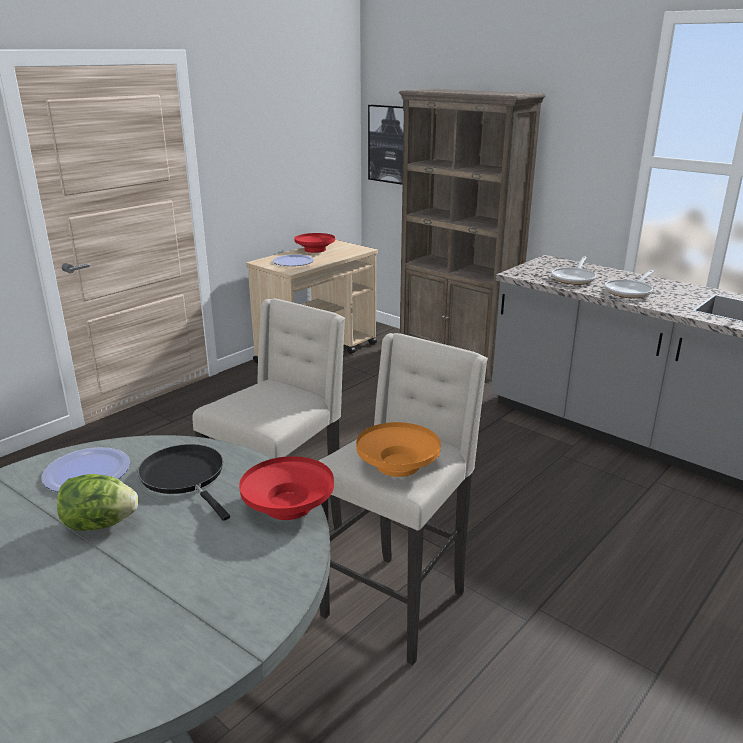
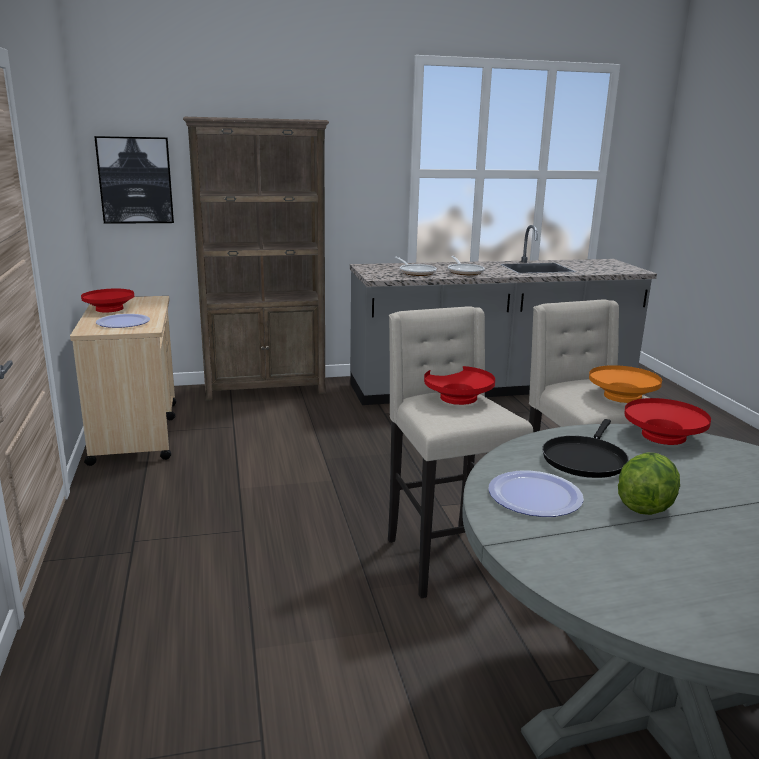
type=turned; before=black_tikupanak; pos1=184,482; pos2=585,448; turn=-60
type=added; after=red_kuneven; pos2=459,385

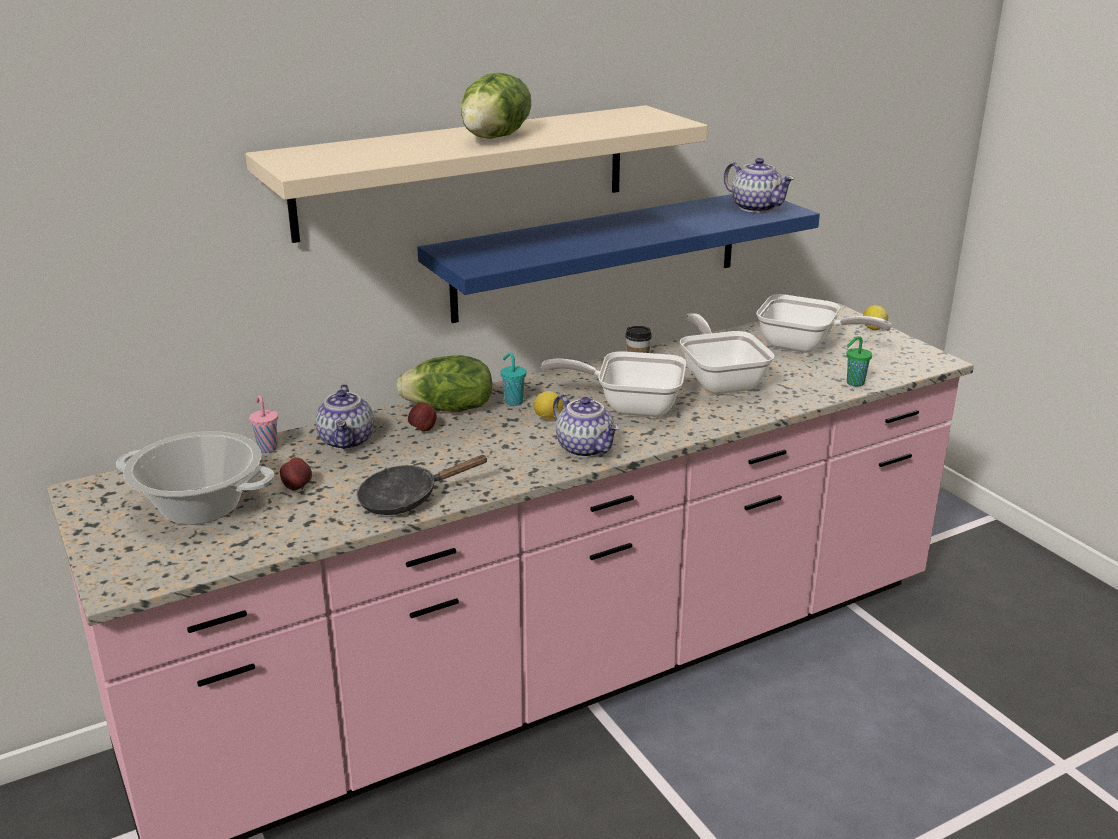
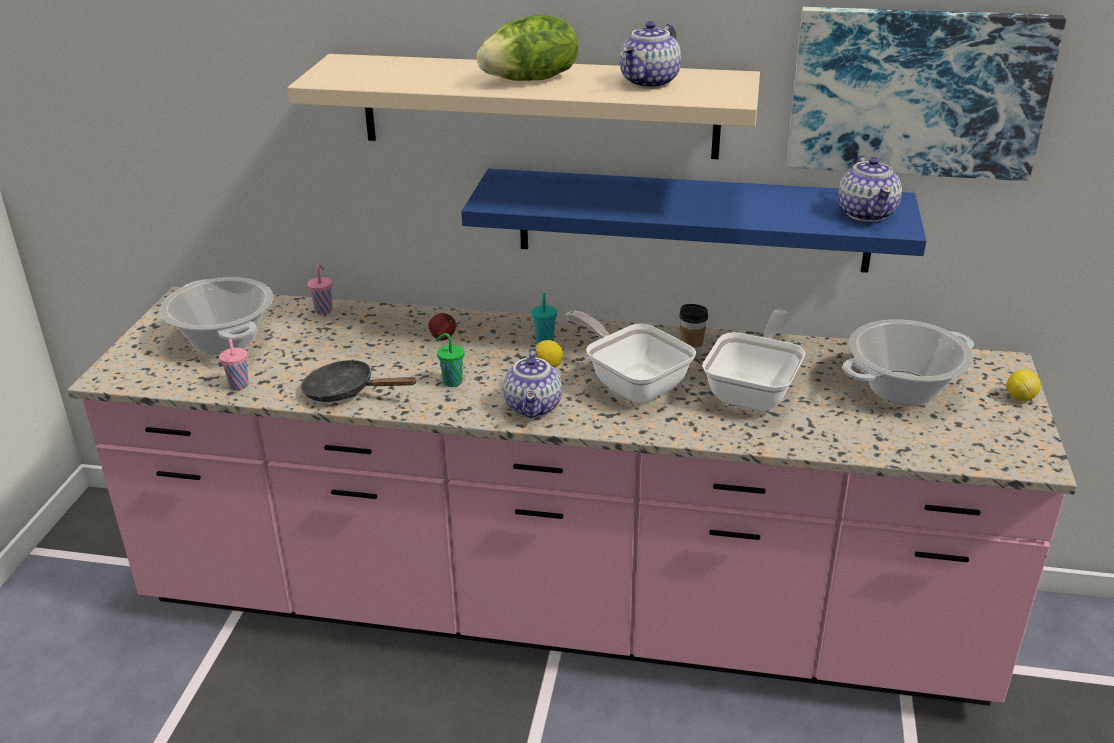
type=replaced; before=tikupanak; after=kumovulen; pos1=824,323; pos2=908,362
type=moved; before=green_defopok; pos1=859,361; pos2=450,360
type=removed; before=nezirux; pos1=444,383
type=moved; before=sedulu; pos1=344,417; pos2=650,55
type=removed; before=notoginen; pos1=296,473
type=added; after=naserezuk; pos2=926,94
type=added; after=pink_defopok; pos2=234,364

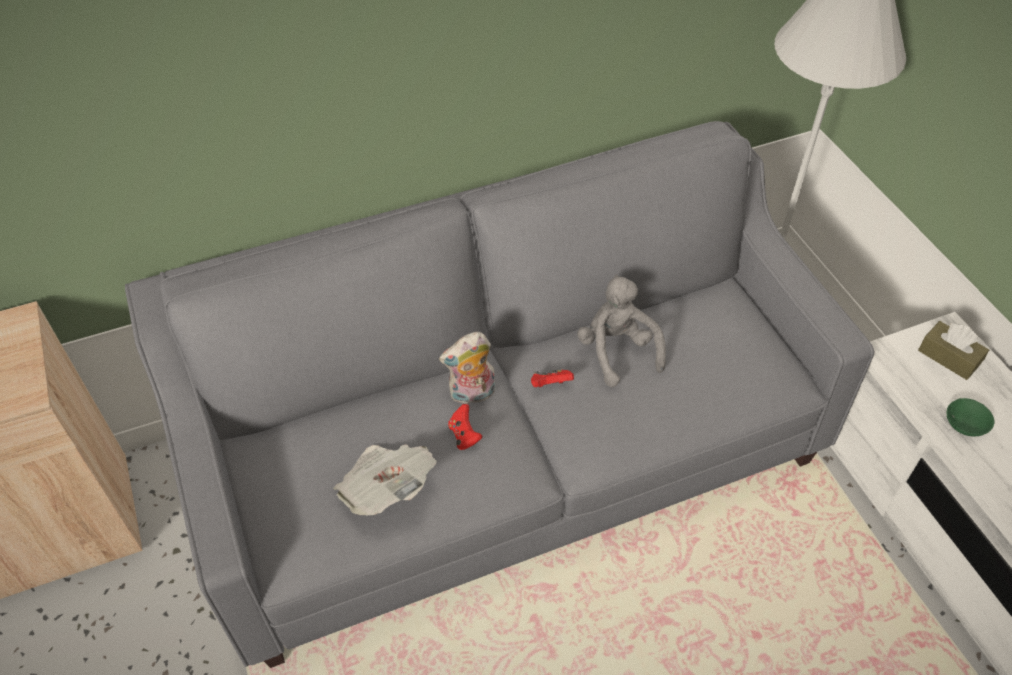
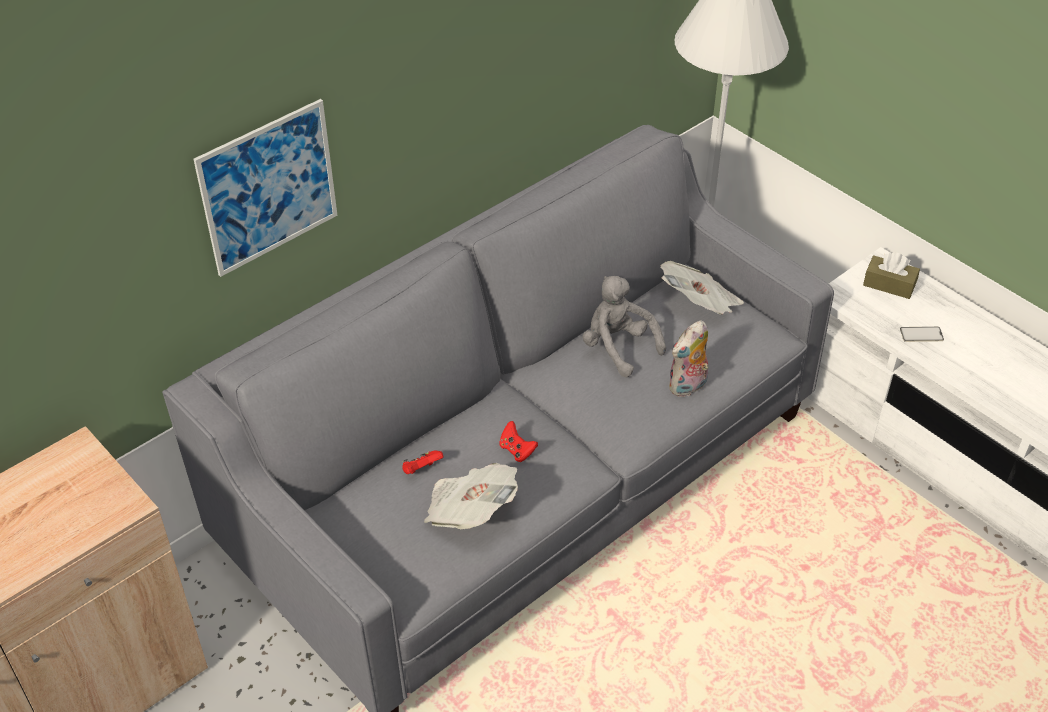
type=moved; before=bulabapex; pos1=467,368; pos2=689,359
type=moved; before=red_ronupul; pos1=552,378; pos2=423,462
type=replaced; before=green_kuneven; after=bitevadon; pos1=971,417; pos2=922,334
type=added; after=naserezuk; pos2=265,188
type=added; after=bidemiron; pos2=702,288

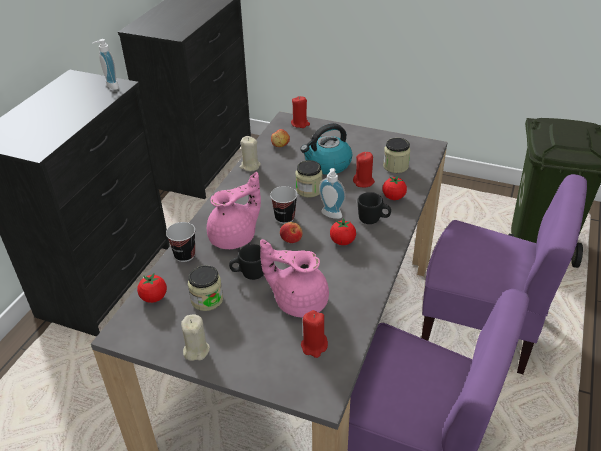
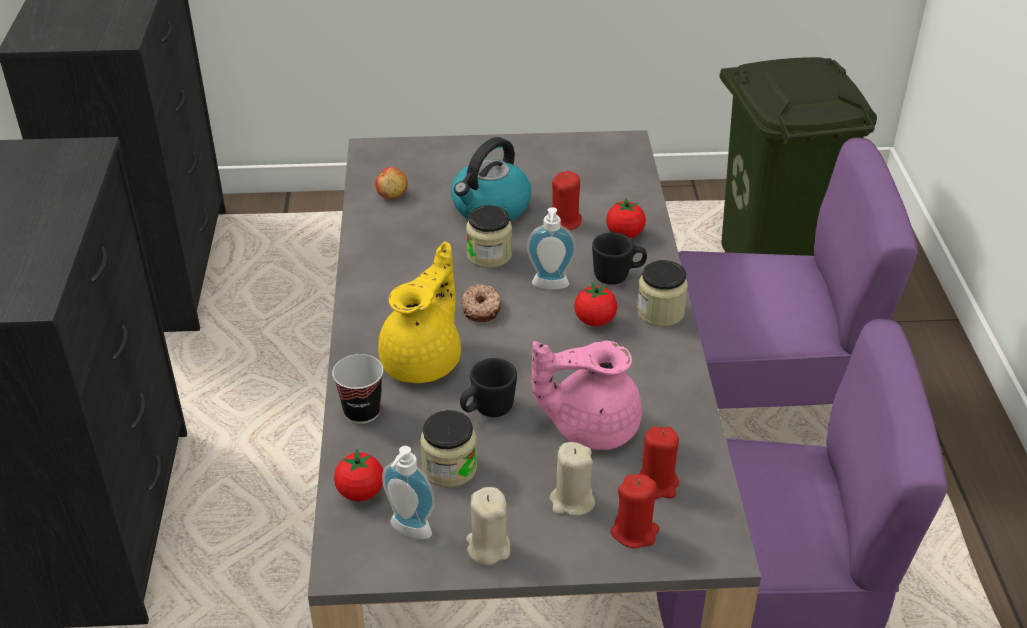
type=moved; before=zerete; pos1=105,64; pos2=408,492
type=moved; before=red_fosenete; pos1=300,112; pos2=635,511
type=moved; before=beige_fosenete; pos1=250,153; pos2=572,479
type=moved; before=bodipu; pos1=396,155; pos2=662,293
type=recoloured; before=pink_sedulu; after=yellow_sedulu; pos1=234,210; pos2=419,312
type=replaced; before=defopok; after=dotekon; pos1=284,205; pos2=481,303
type=removed; before=notoginen; pos1=291,232

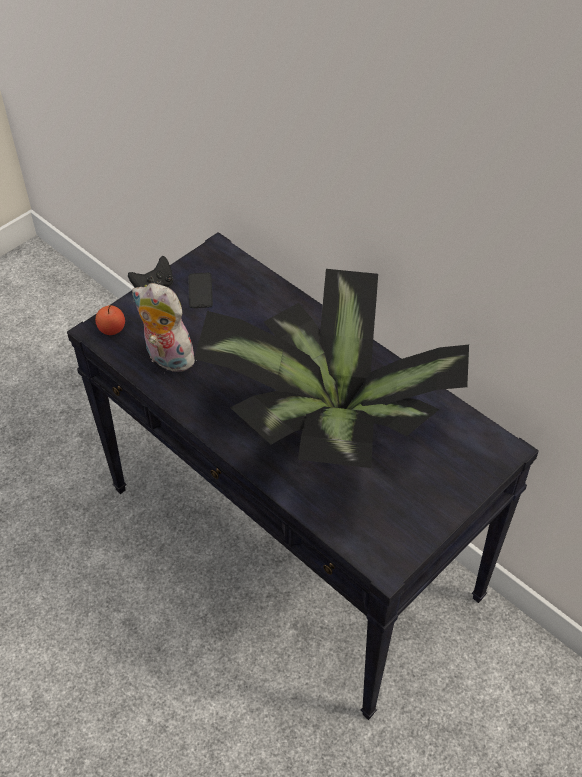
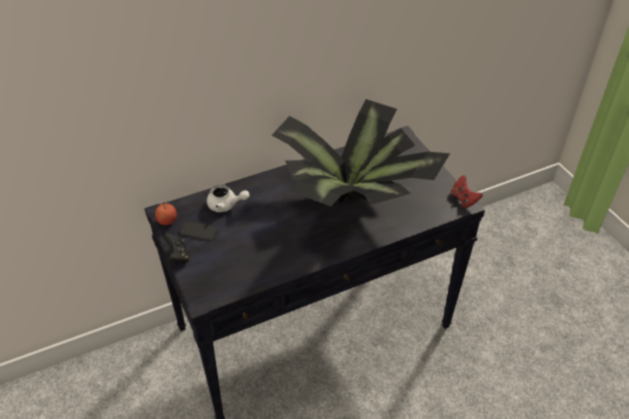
type=removed; before=bulabapex; pos1=164,327
type=moved; before=notoginen; pos1=110,320; pos2=166,213
type=added; after=red_ronupul; pos2=467,191
type=added; after=white_sedulu; pos2=228,198

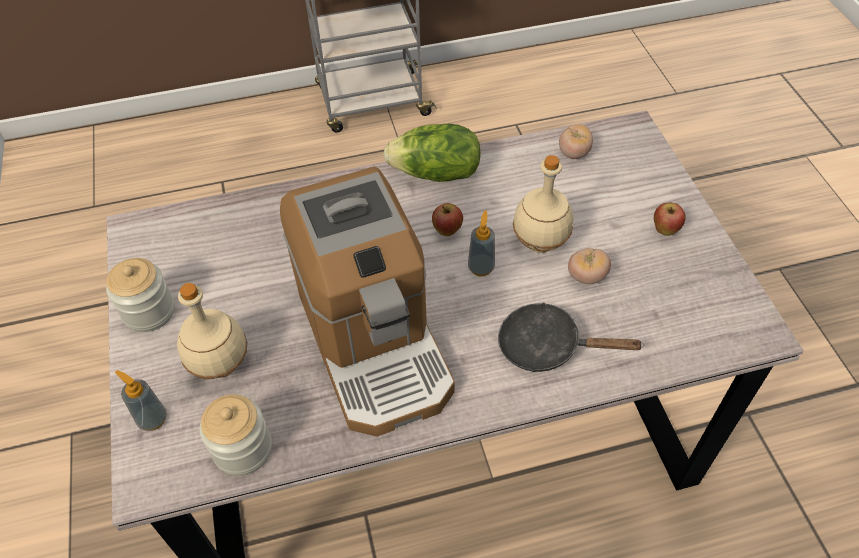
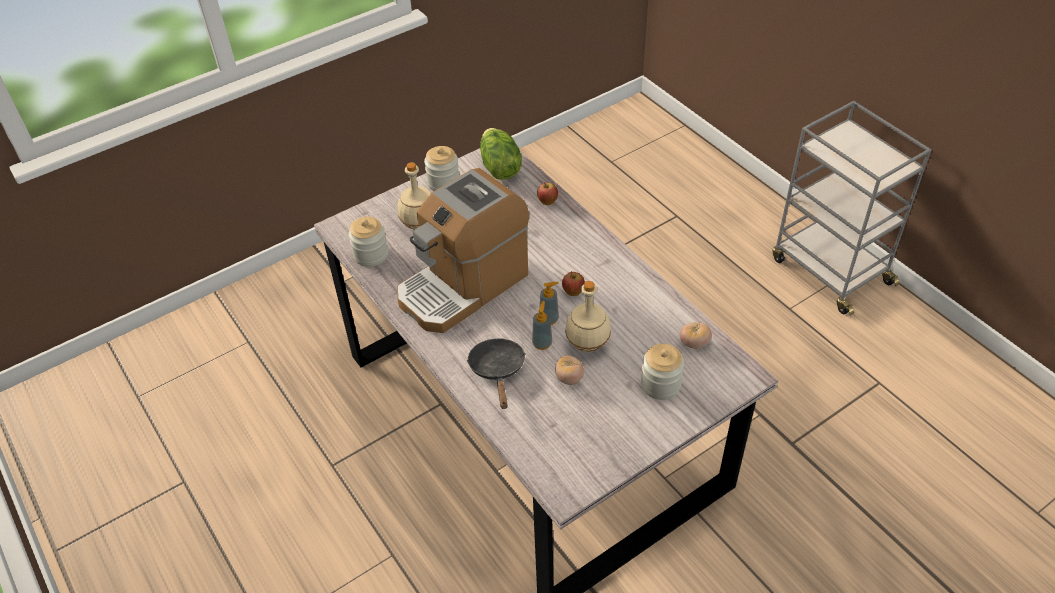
type=moved; before=nezirux; pos1=432,153; pos2=501,154
type=moved; before=notoginen; pos1=670,219; pos2=547,193
type=moved; before=zerete; pos1=141,400; pos2=542,325
type=added; after=bodipu; pos2=662,372

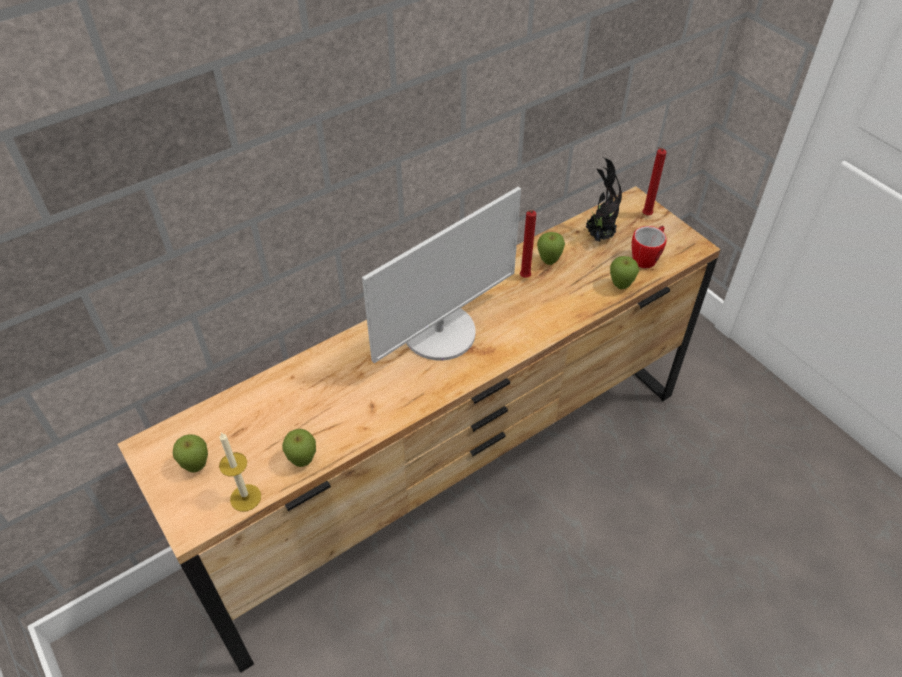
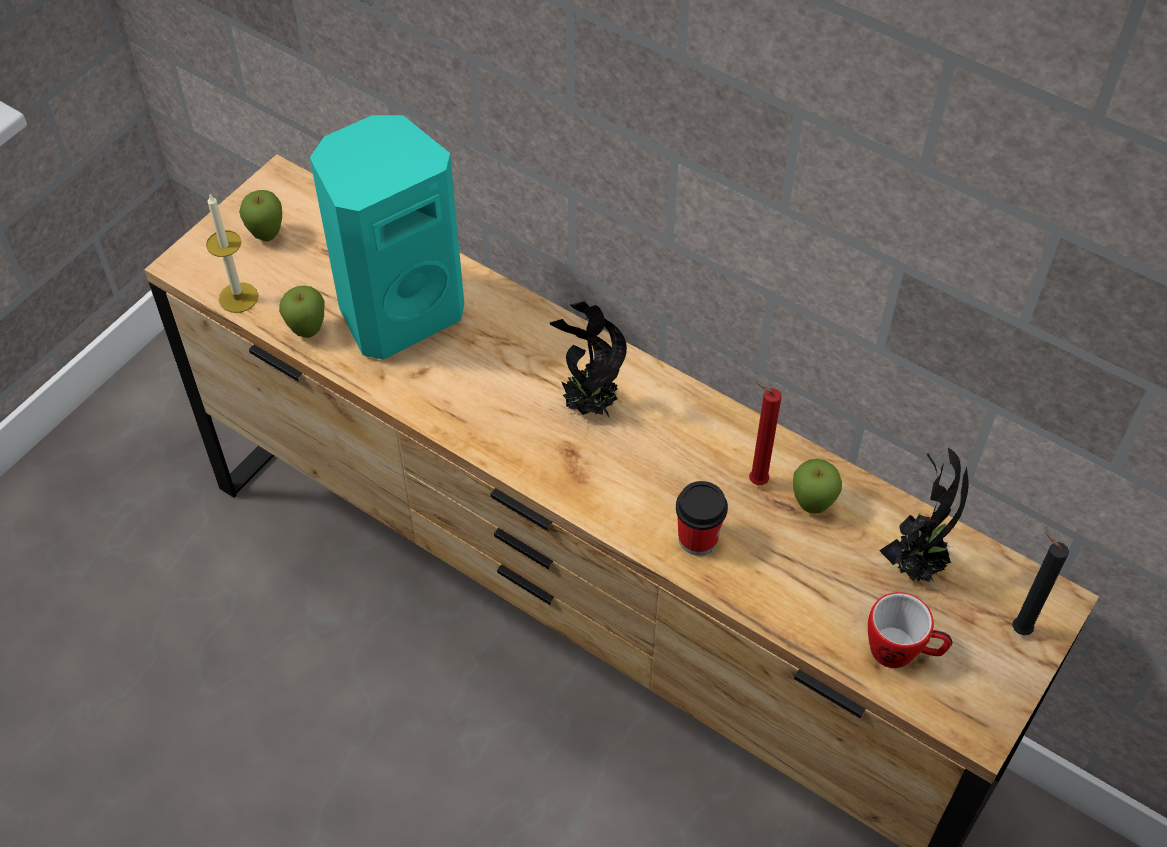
type=recoloured; before=red_fosenete; after=black_fosenete; pos1=654,181; pos2=1040,584
type=replaced; before=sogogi; after=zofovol; pos1=441,275; pos2=588,359
type=removed; before=notoginen; pos1=624,272
type=added; after=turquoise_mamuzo; pos2=387,237
type=added; after=defopok; pos2=702,518

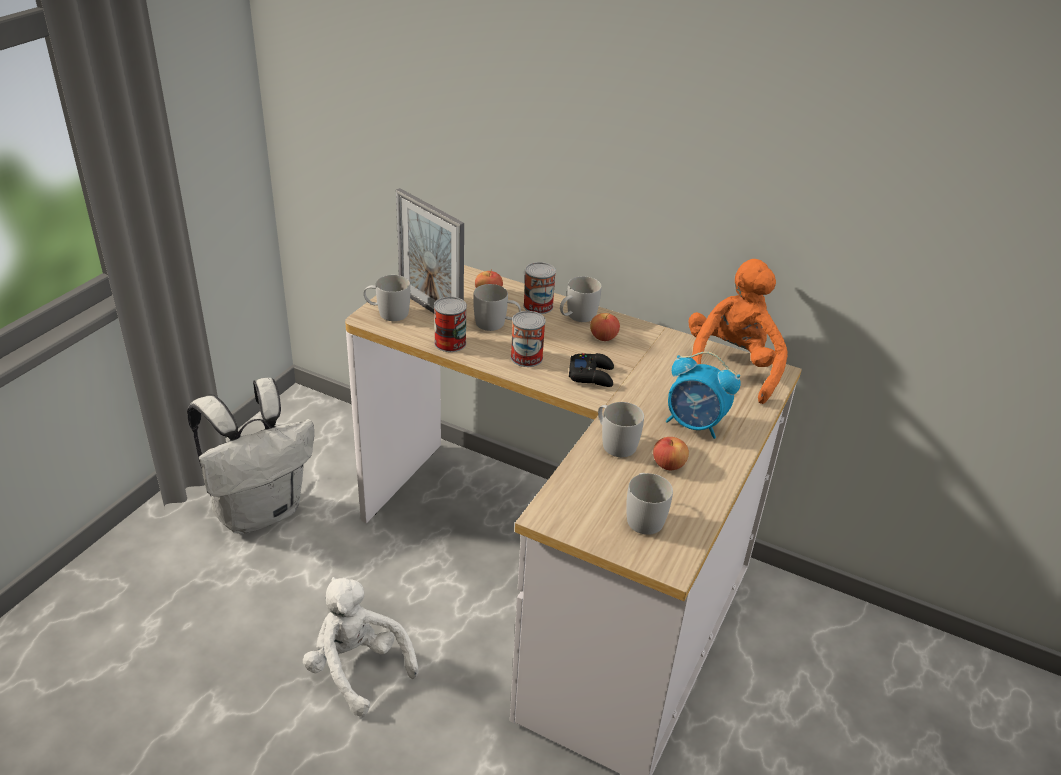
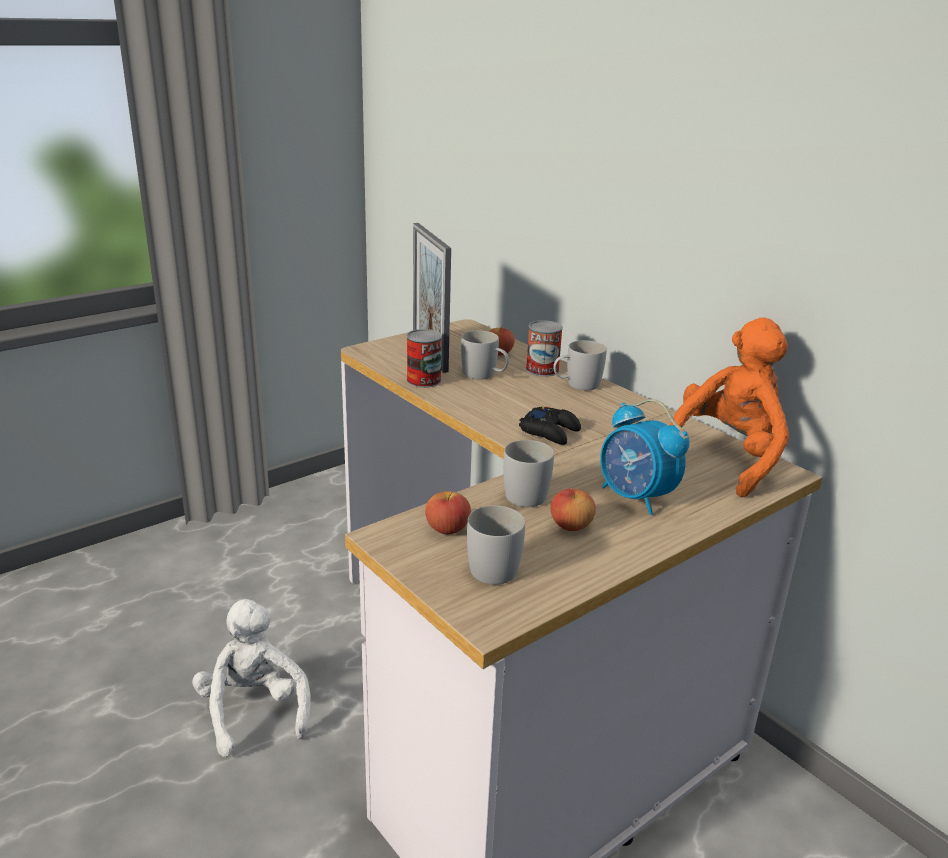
type=removed; before=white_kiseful; pos1=387,298
type=removed; before=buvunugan; pos1=528,339
type=moved; before=notoginen; pos1=605,327; pos2=448,512
type=removed; before=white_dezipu; pos1=250,456

